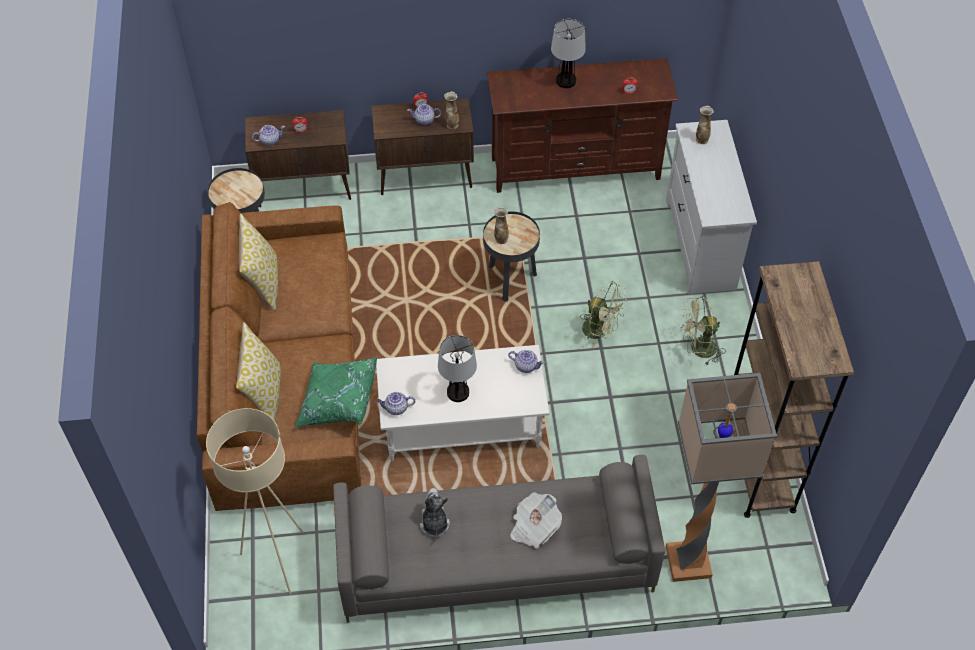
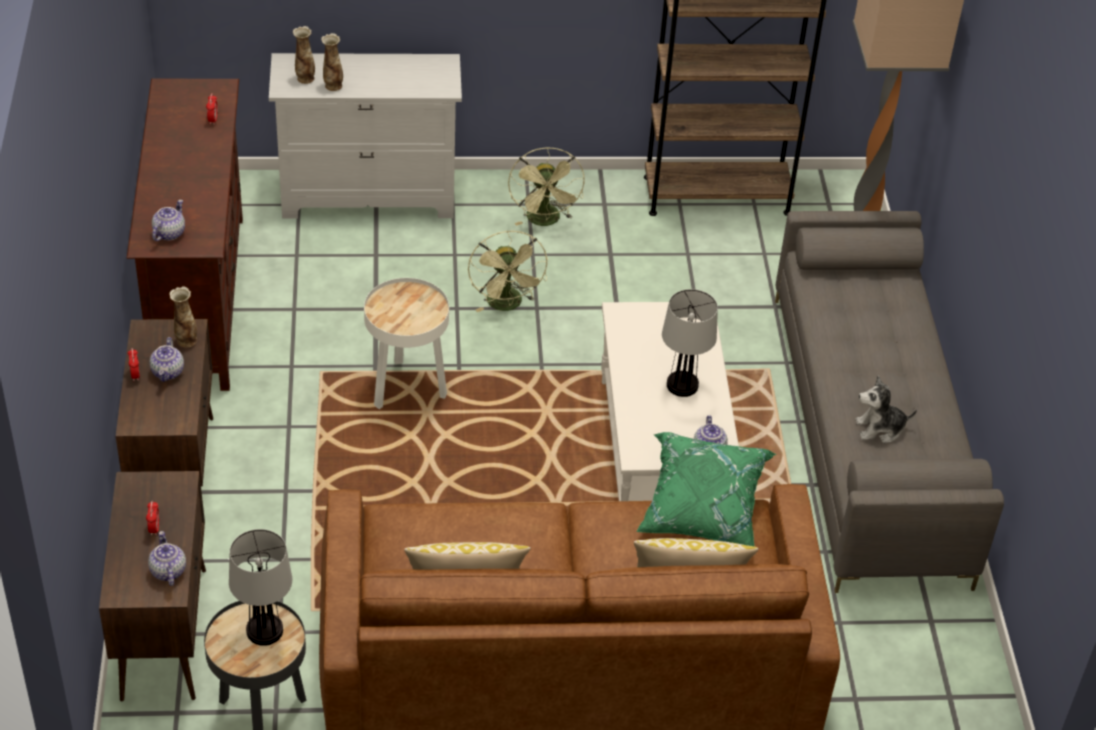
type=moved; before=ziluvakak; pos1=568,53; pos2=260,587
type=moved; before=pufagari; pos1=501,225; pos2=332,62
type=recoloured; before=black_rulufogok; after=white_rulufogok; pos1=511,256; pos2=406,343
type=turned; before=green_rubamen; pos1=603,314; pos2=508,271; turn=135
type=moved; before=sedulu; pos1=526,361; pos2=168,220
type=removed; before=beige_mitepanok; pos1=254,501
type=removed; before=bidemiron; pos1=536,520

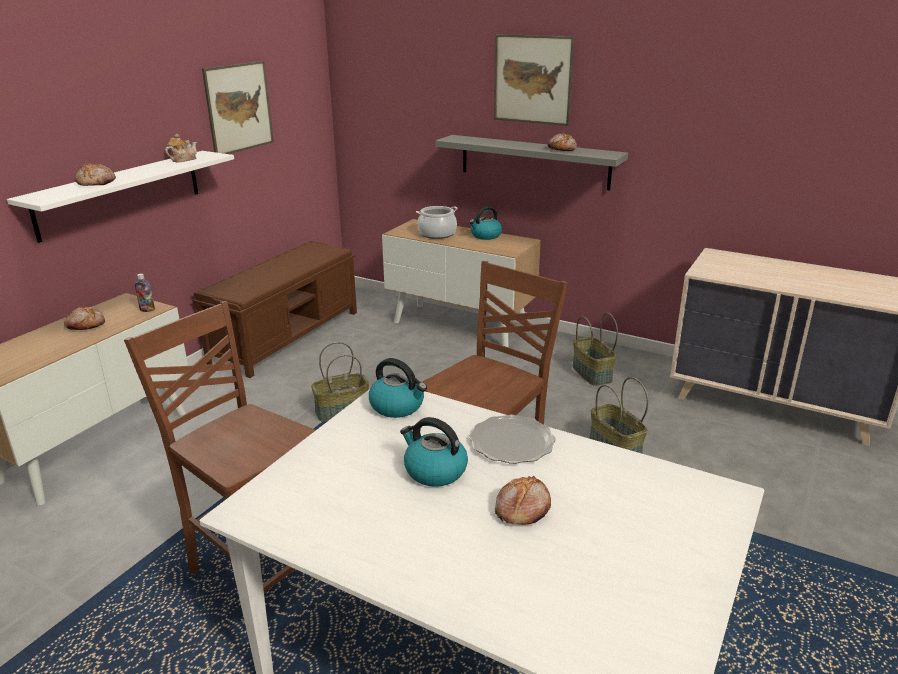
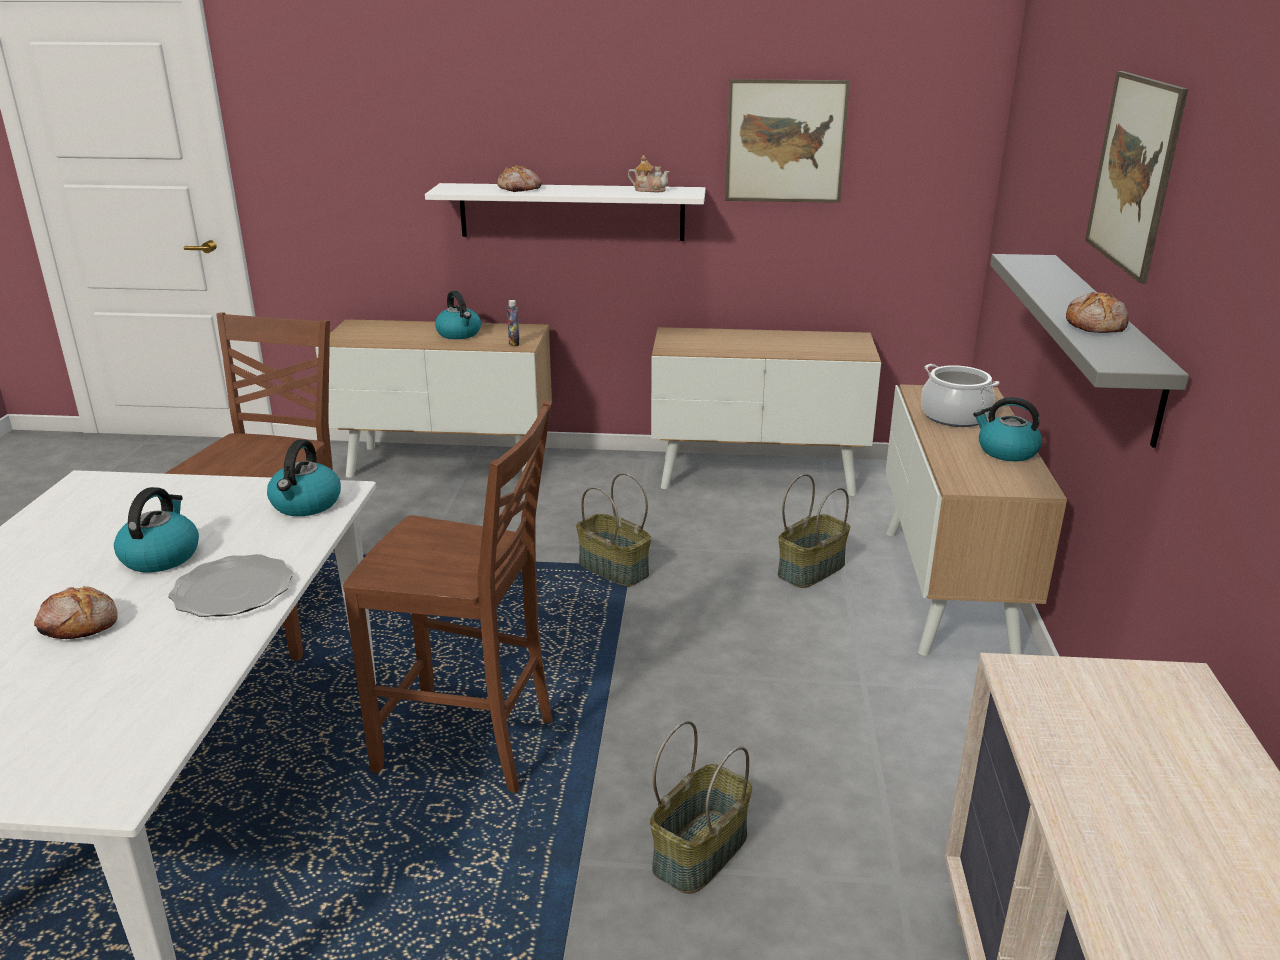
type=replaced; before=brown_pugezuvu; after=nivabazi; pos1=274,309; pos2=766,411
type=replaced; before=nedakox; after=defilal; pos1=84,318; pos2=458,315
type=moved; before=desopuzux; pos1=595,349; pos2=814,531

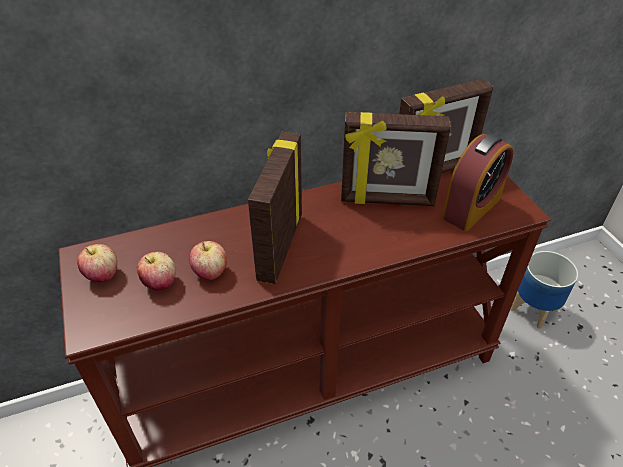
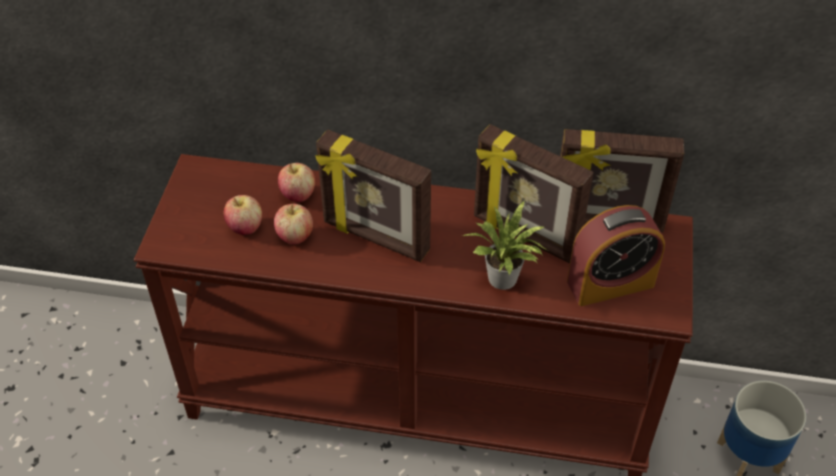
type=turned; before=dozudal; pos1=275,208; pos2=373,196; turn=-105
type=moved; before=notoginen; pos1=97,263; pos2=296,182
type=added; after=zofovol; pos2=506,245

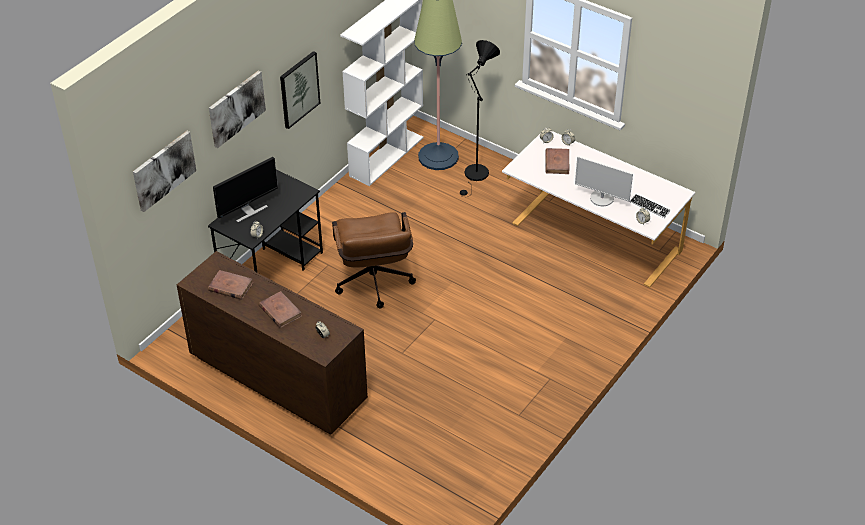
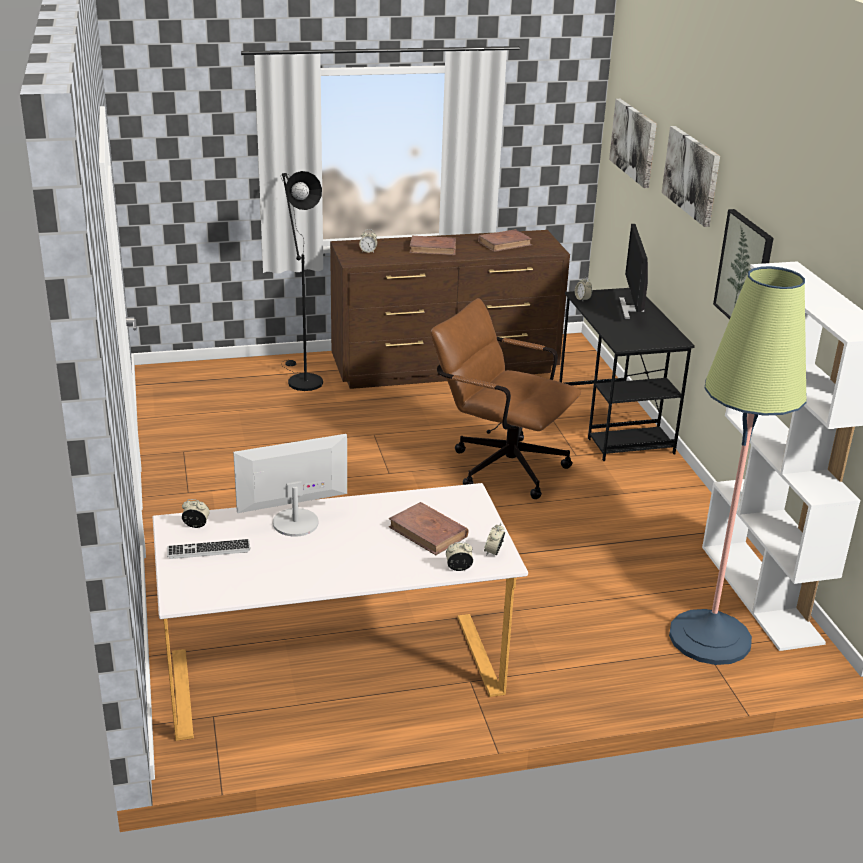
type=moved; before=black_mitepanok; pos1=480,119; pos2=302,281

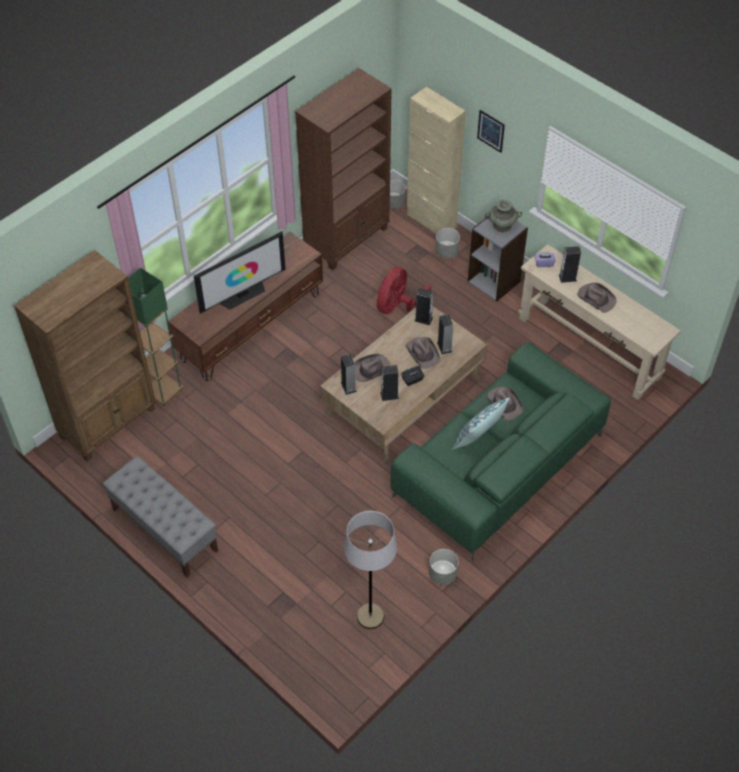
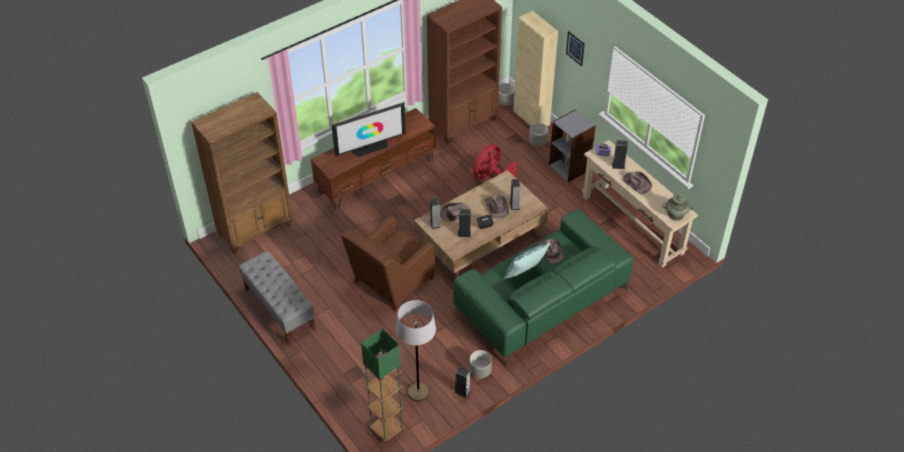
type=moved; before=turquoise_pufagari; pos1=503,216; pos2=678,207
type=moved; before=green_mitepanok; pos1=155,336; pos2=382,385
type=moved; before=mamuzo; pos1=424,306; pos2=462,382
type=added; after=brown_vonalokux; pos2=388,263

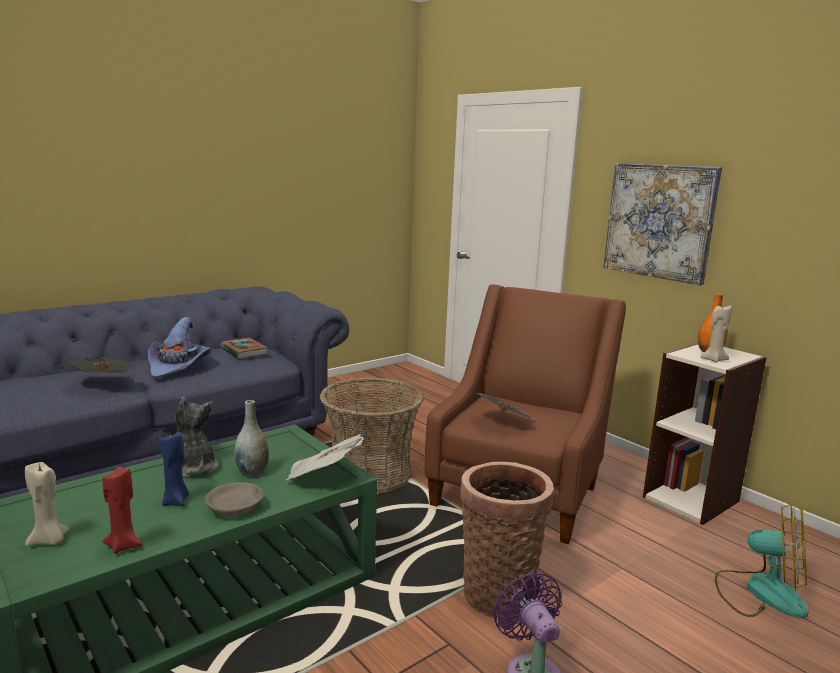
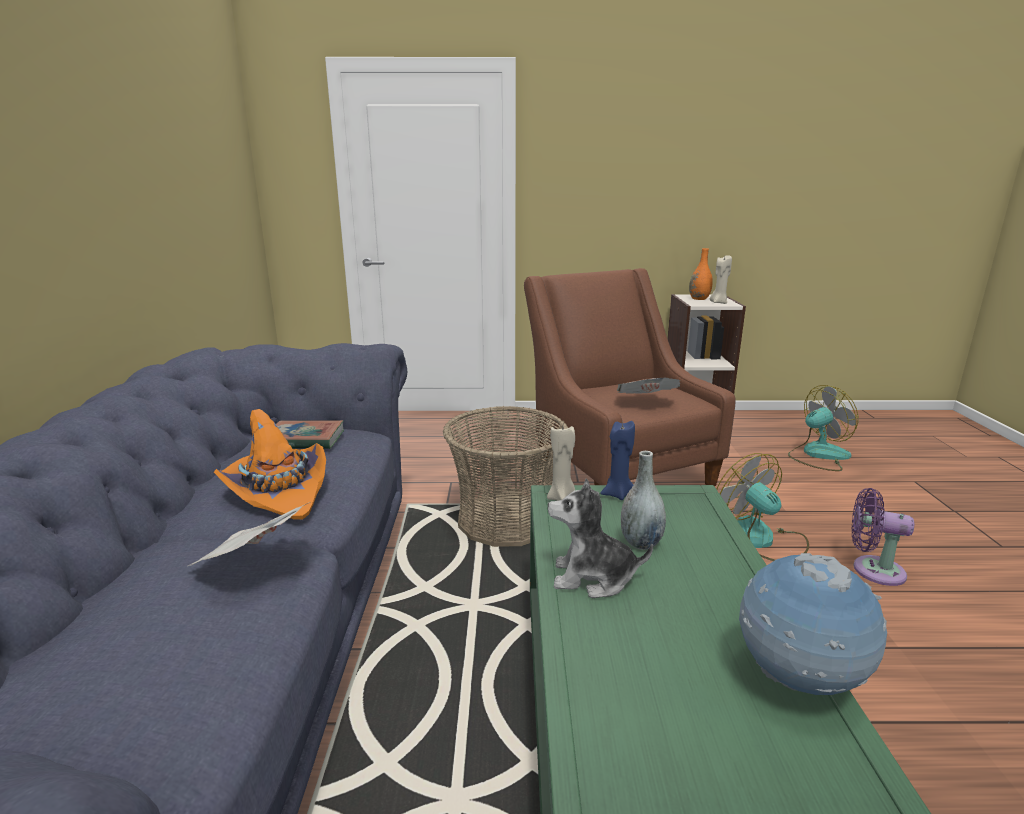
type=removed; before=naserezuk; pos1=662,224
type=recoloured; before=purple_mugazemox; after=orange_mugazemox; pos1=179,348; pos2=270,464
type=moved; before=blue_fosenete; pos1=174,469; pos2=617,460
type=removed; before=bidemiron; pos1=324,457
type=moved; before=beige_fosenete; pos1=47,504; pos2=561,463
type=replaced; before=desopuzux; after=rubamen; pos1=506,540; pos2=762,507
type=replaced; before=red_fosenete; after=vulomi; pos1=122,510; pos2=813,624
type=removed; before=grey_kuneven; pos1=234,499

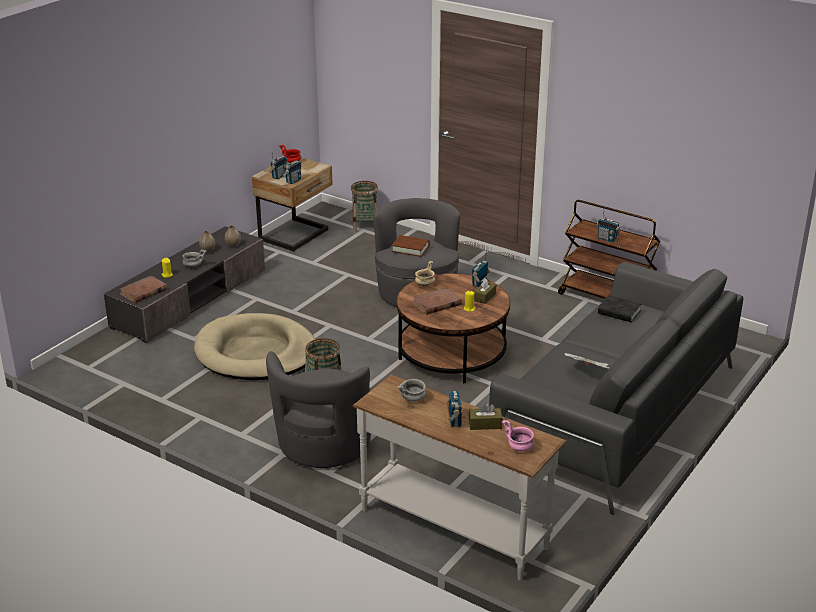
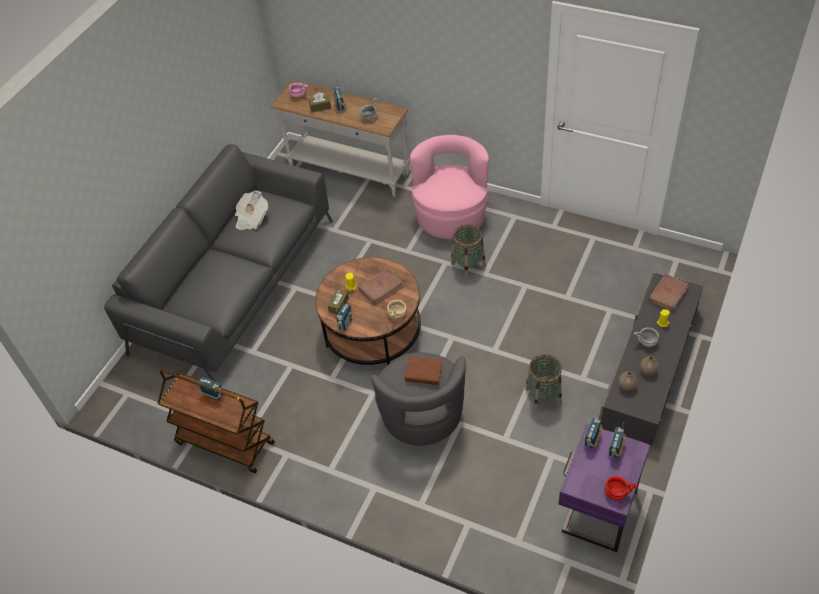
type=recoloured; before=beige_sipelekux; after=purple_sipelekux; pos1=292,205; pos2=604,488
type=moved; before=desopuzux; pos1=364,206; pos2=543,382
type=removed; before=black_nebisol; pos1=619,308
type=removed; before=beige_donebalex; pos1=254,346
type=recoloured; before=grey_vonalokux; after=pink_vonalokux; pos1=318,409; pos2=449,187

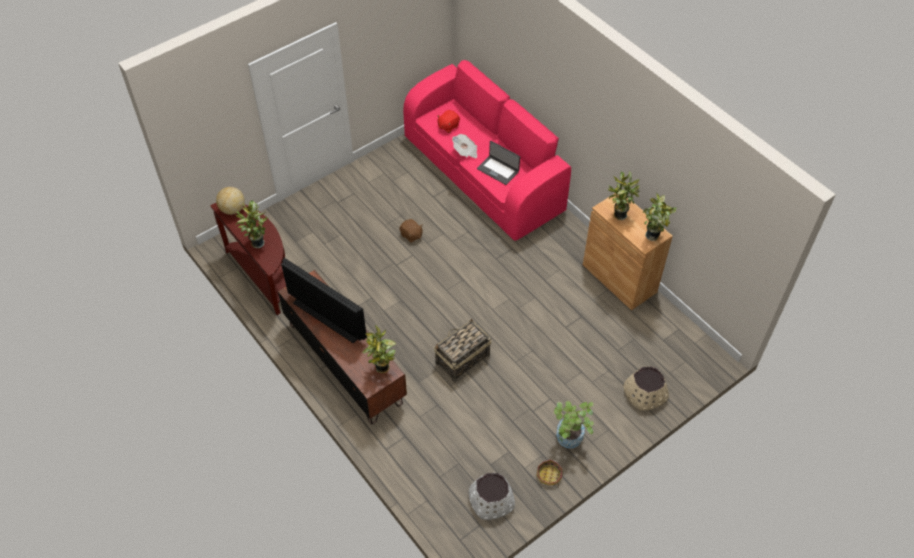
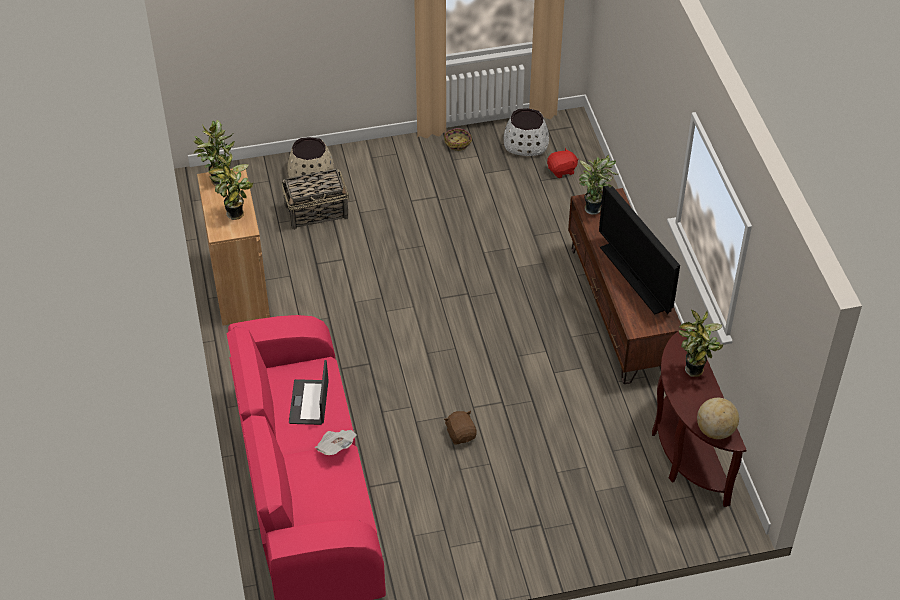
type=moved; before=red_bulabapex; pos1=448,121; pos2=562,163
type=turned; before=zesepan; pos1=498,163; pos2=309,392; turn=-150
type=moved; before=desopuzux; pos1=462,350; pos2=315,199
type=removed; before=zofovol; pos1=574,424

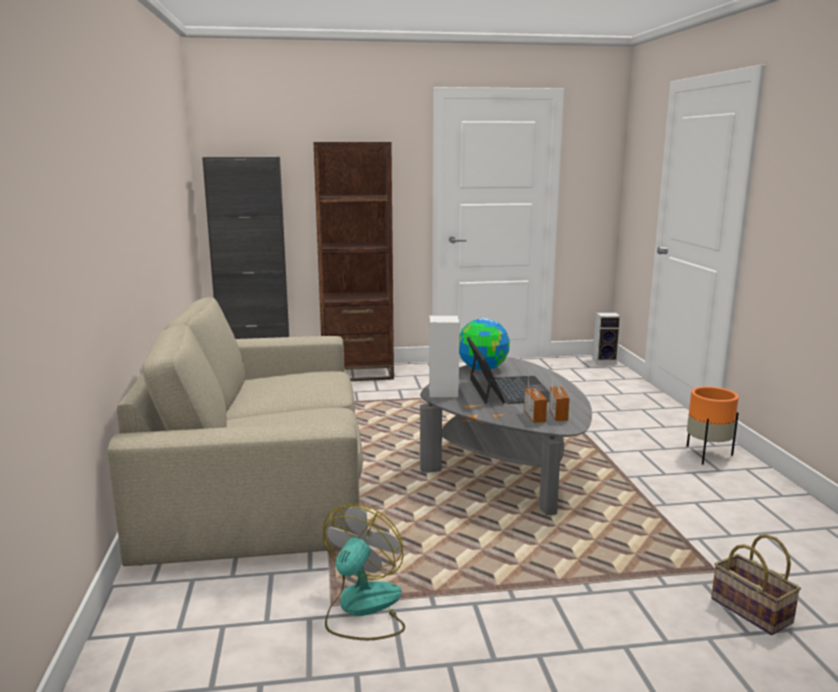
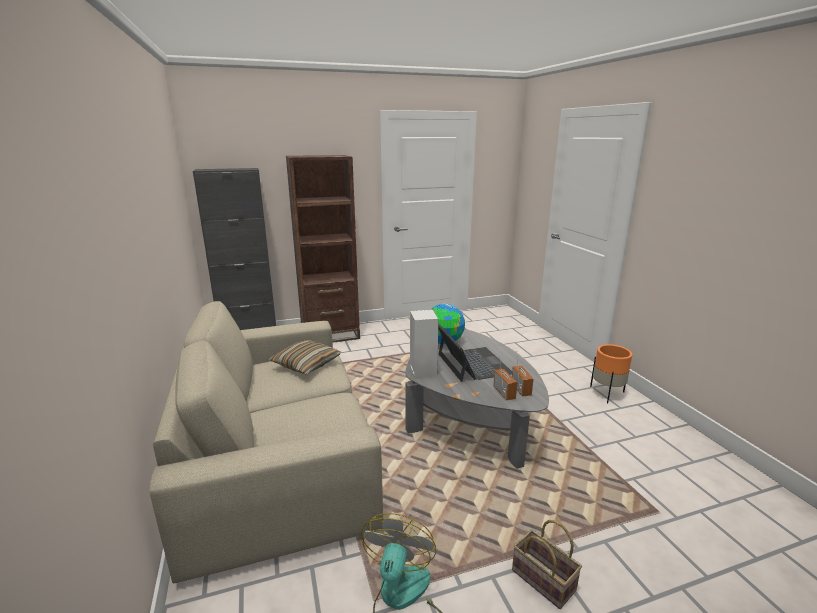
type=removed; before=mamuzo; pos1=607,338
type=moved; before=desopuzux; pos1=756,584; pos2=547,564
type=added; after=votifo; pos2=304,357

